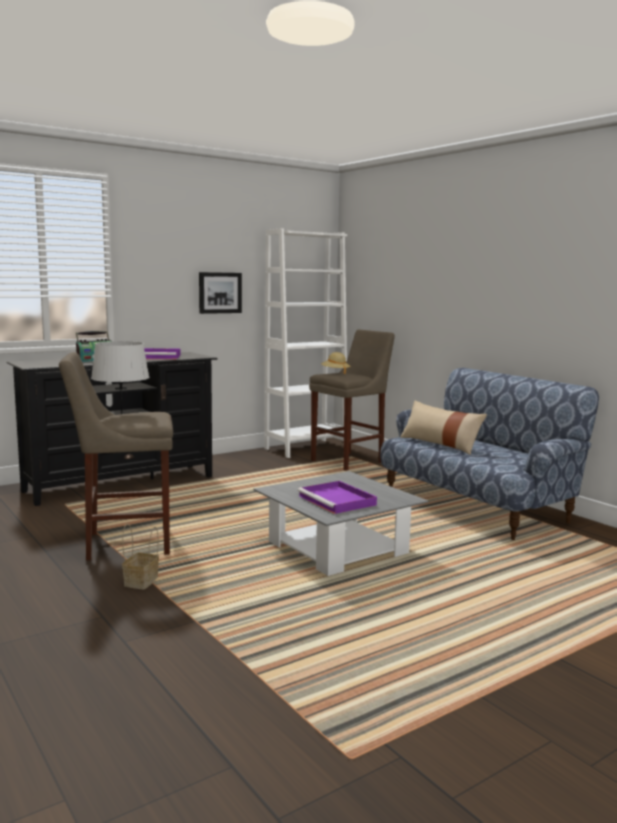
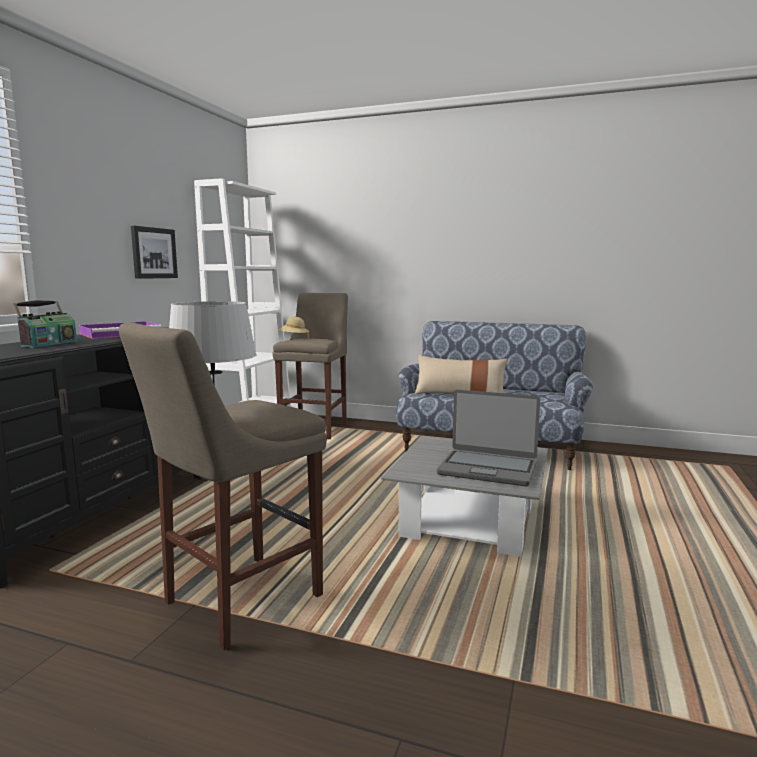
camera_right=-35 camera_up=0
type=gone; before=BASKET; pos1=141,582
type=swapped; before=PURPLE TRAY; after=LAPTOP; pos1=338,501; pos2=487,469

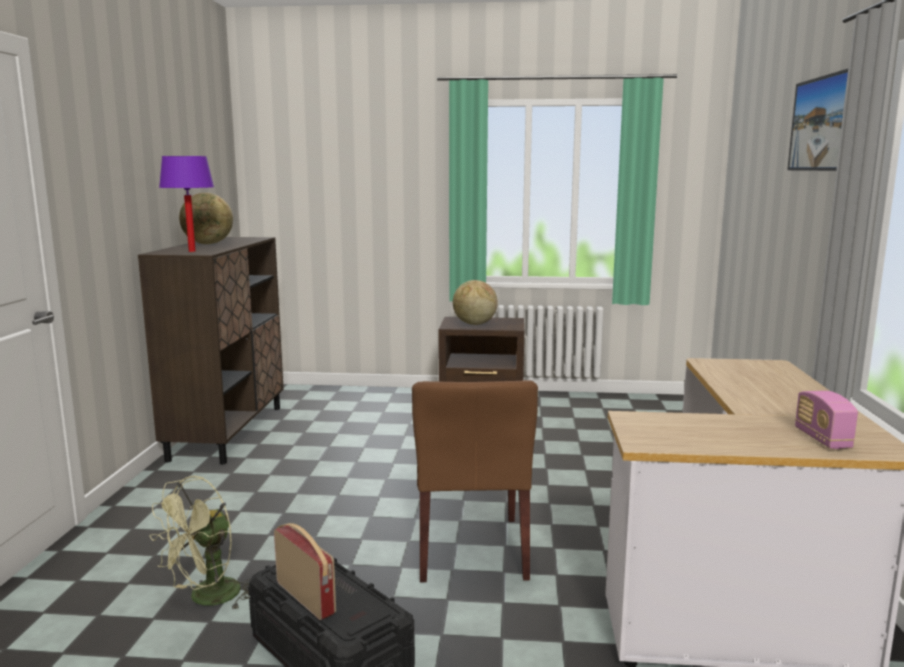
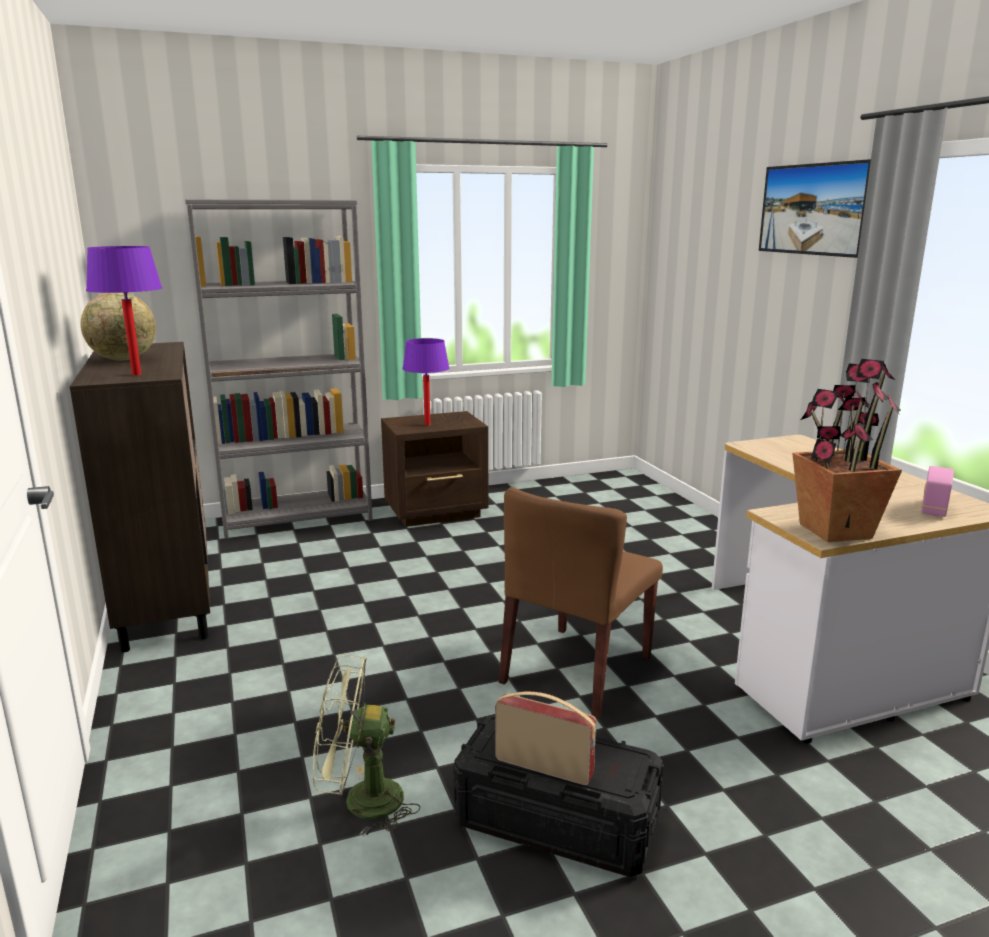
camera_right=-25 camera_up=5
type=rotated; before=GREEN FAN; pos1=207,599; pos2=360,802; turn=75
type=rotated; before=BROWN CHAIR; pos1=471,549; pos2=576,670; turn=60
type=swapped; before=GLOBE; after=PURPLE TABLE LAMP; pos1=474,324; pos2=427,424
type=rotated; before=RADIO; pos1=822,439; pos2=934,508; turn=60
type=new; after=GREY BOOKCASE; pos2=297,519
type=new; after=POTTED PLANT; pos2=834,530

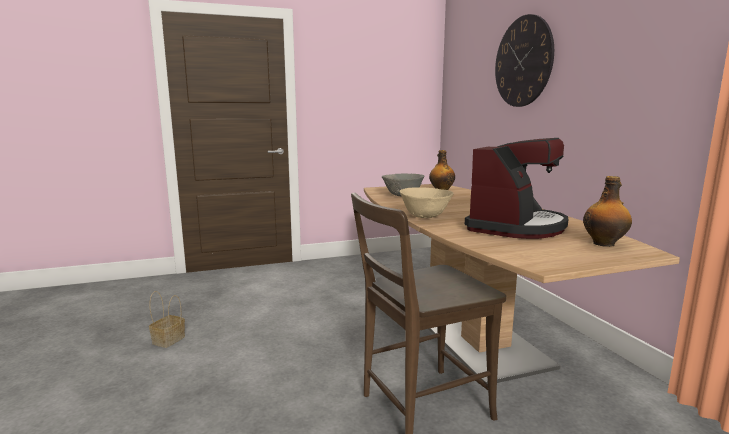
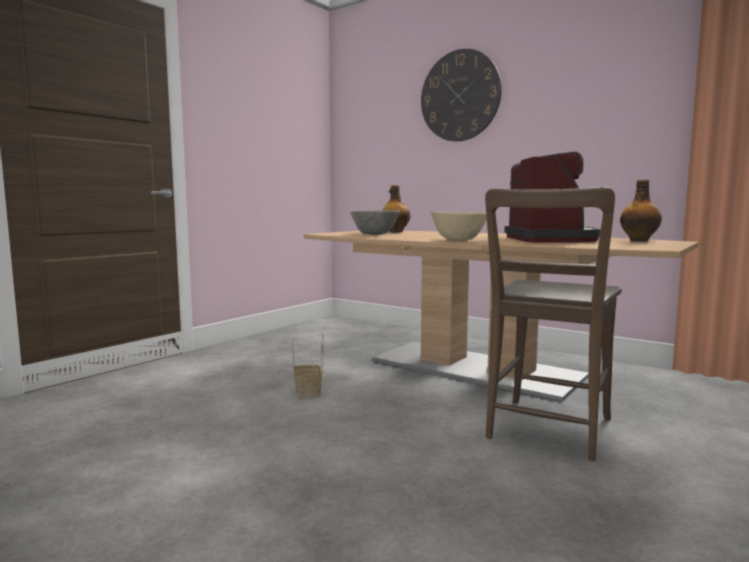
camera_right=-35 camera_up=-5
type=shifted; before=BASKET; pos1=168,340; pos2=308,393

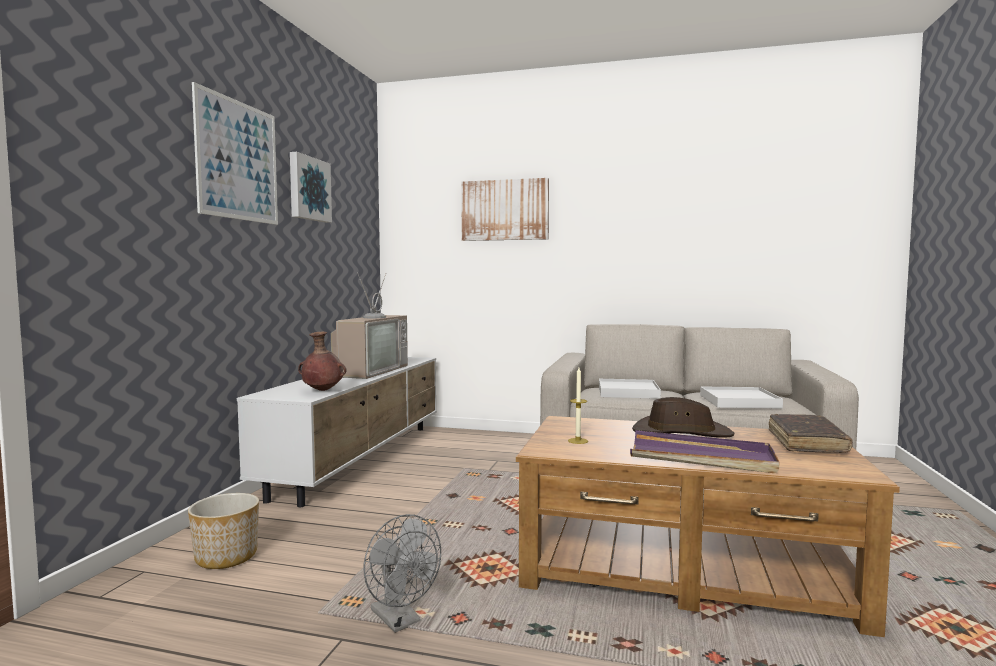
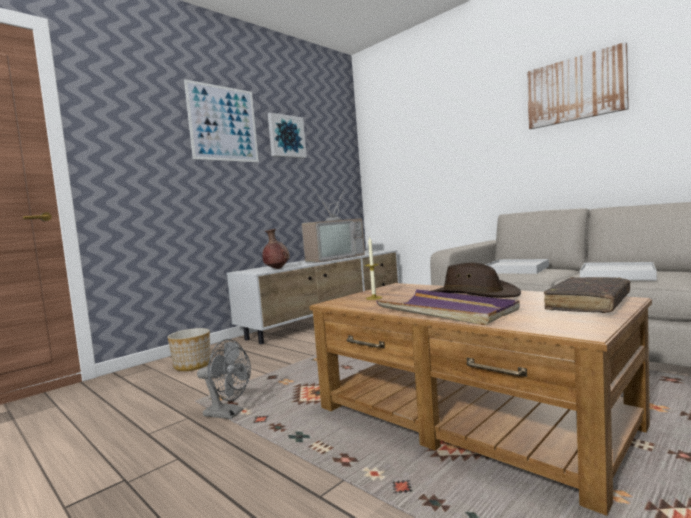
camera_right=30 camera_up=0
type=rotated; before=GREY FAN; pos1=400,621; pos2=229,414; turn=-60
type=shifted; before=PICTURE; pos1=505,210; pos2=575,89

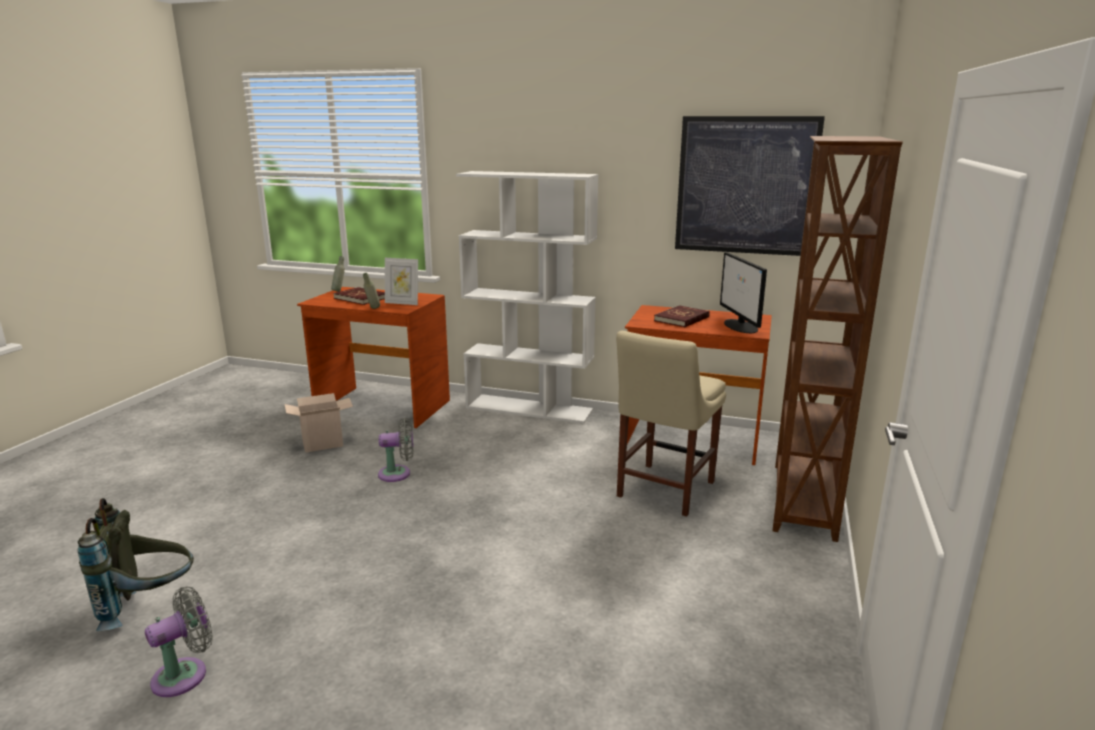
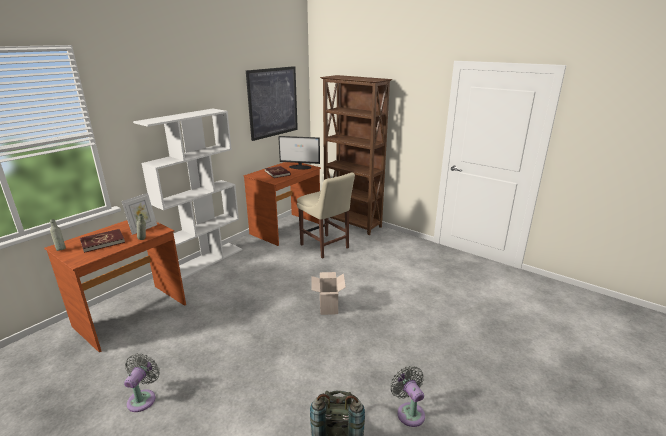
camera_right=-70 camera_up=5
type=shifted; before=CARDBOARD BOX; pos1=324,443; pos2=327,306
type=shifted; before=GREY FAN; pos1=398,474; pos2=143,398

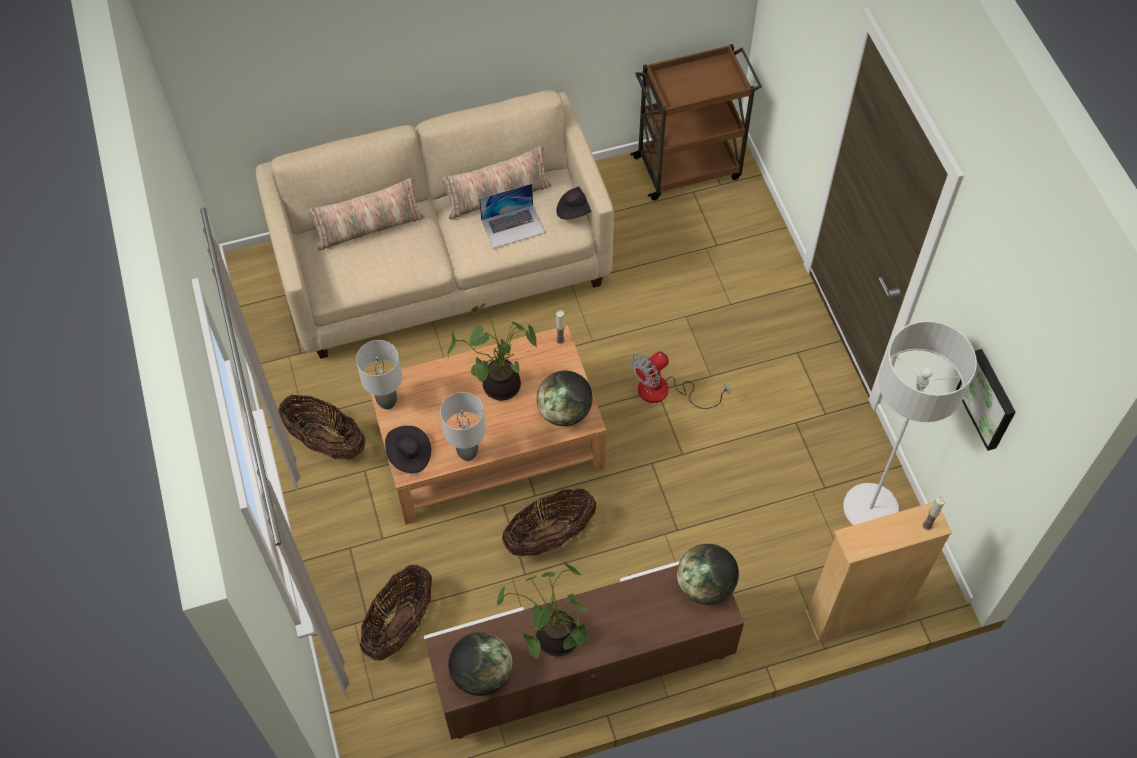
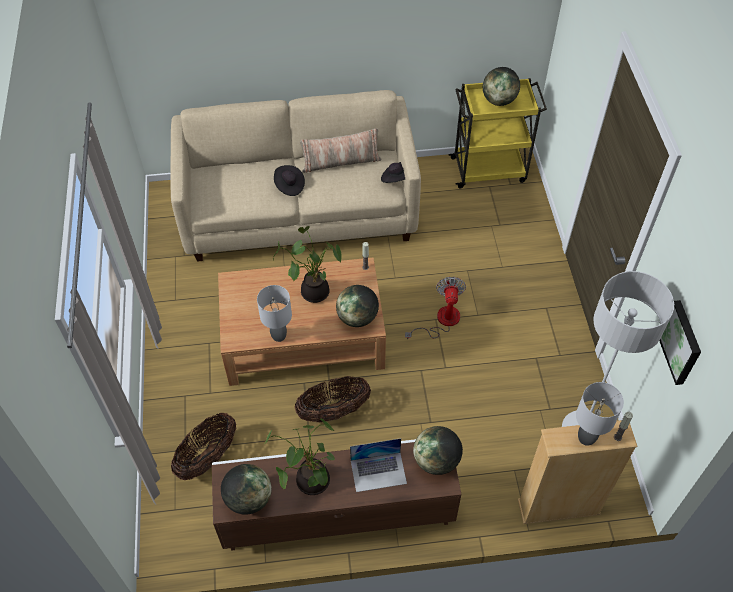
camera_right=10 camera_up=-5
type=gone; before=BASKET; pos1=326,441
type=gone; before=PILLOW; pos1=369,227
type=shifted; before=GREY TABLE LAMP; pos1=386,401; pos2=585,437
type=shifted; before=BLACK HAT; pos1=409,455; pos2=289,186
type=shifted; before=LAPTOP; pos1=513,226; pos2=378,471
type=repainted; before=BROWN CART; after=YELLOW CART; pos1=689,167; pos2=489,169
type=rotated; before=FAN; pos1=665,392; pos2=441,321; turn=120
type=new; after=GLOBE; pos2=499,100

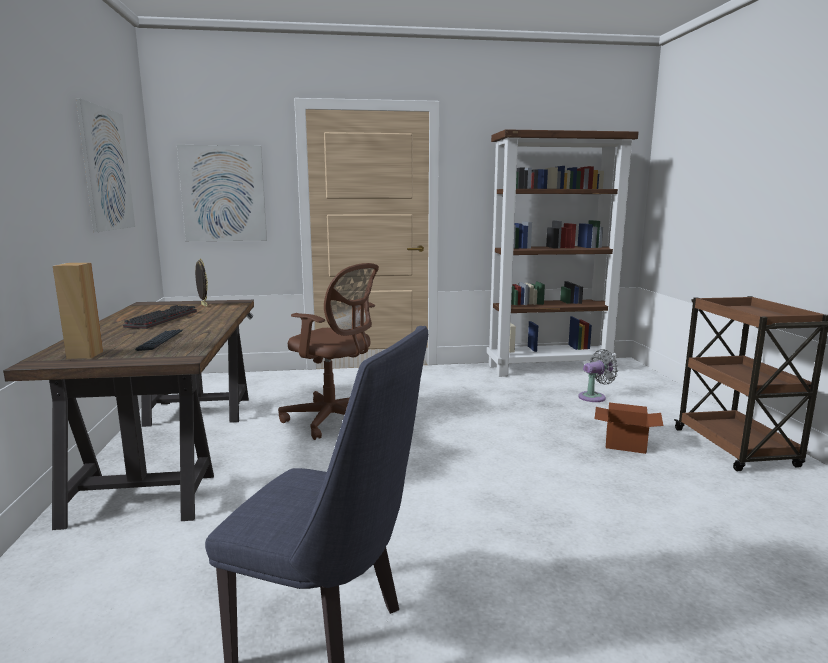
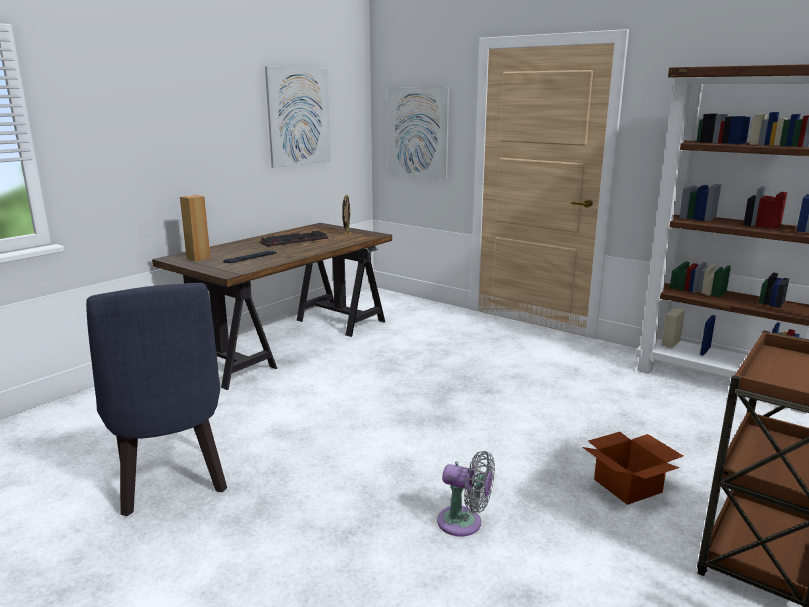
camera_right=45 camera_up=5
type=gone; before=BROWN OFFICE CHAIR; pos1=334,420
type=shifted; before=GREY FAN; pos1=594,397; pos2=464,523

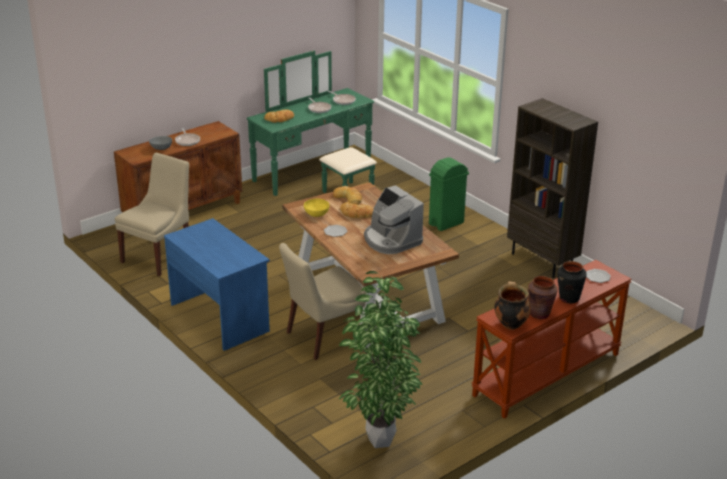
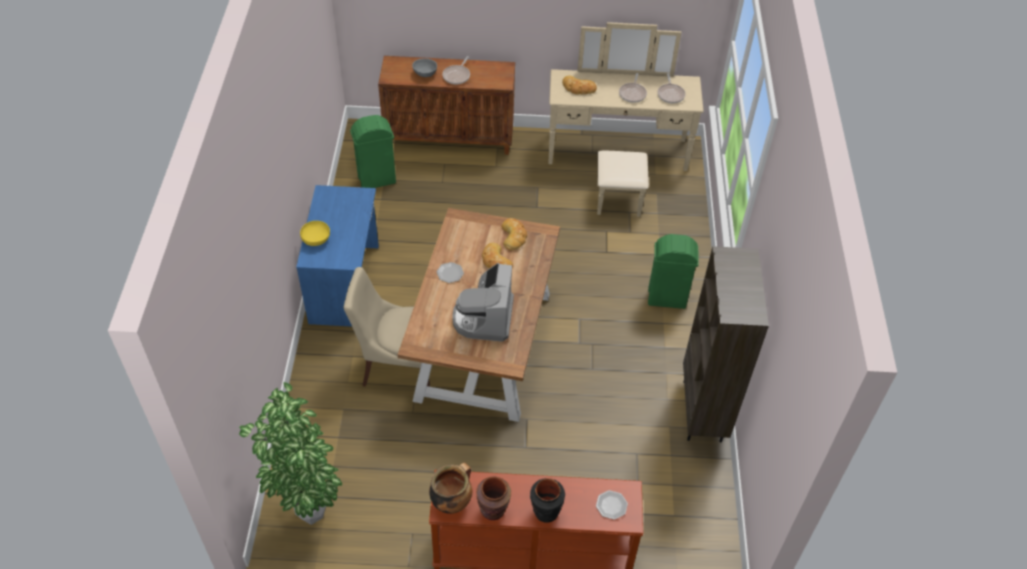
camera_right=40 camera_up=20
type=swapped; before=BEIGE CHAIR; after=GREEN TRASH CAN; pos1=160,255; pos2=377,180
type=repainted; before=GREEN DRESSER; after=BEIGE DRESSER; pos1=320,176; pos2=618,162
type=shifted; before=YELLOW BOWL; pos1=316,214; pos2=316,239

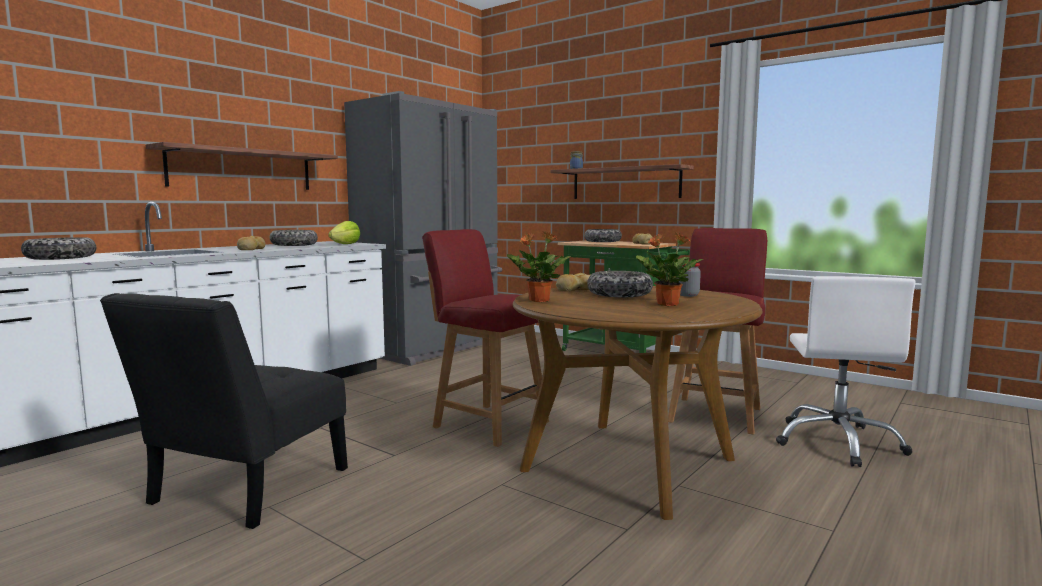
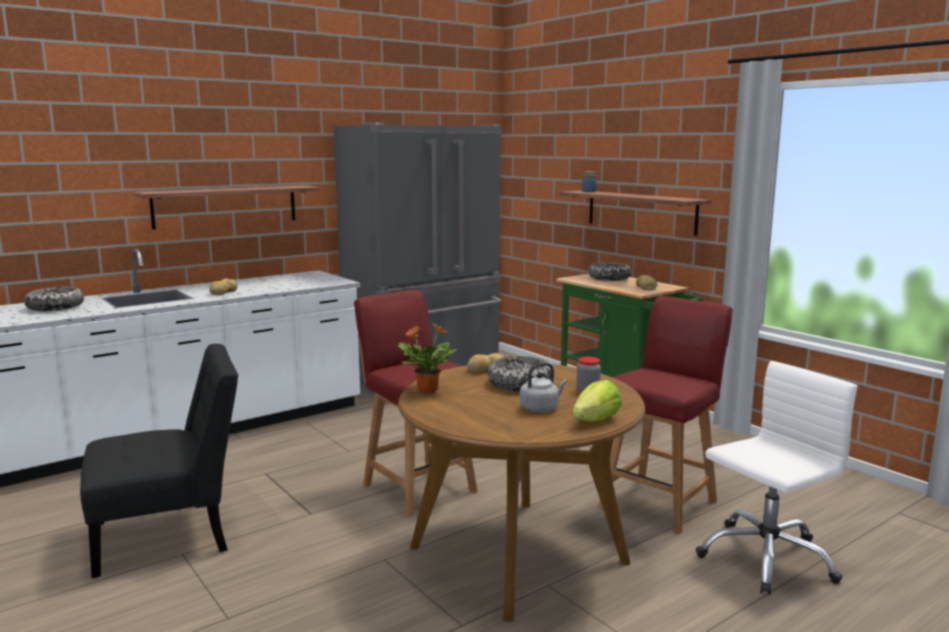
camera_right=15 camera_up=5
type=rotated; before=BLACK CHAIR; pos1=243,490; pos2=170,535; turn=-150
type=gone; before=BOWL; pos1=294,245
type=shifted; before=LETTUCE; pos1=345,244; pos2=596,420
type=swapped; before=POTTED PLANT; after=GREY KETTLE; pos1=666,304; pos2=541,408
type=rotated; before=WHITE OFFICE CHAIR; pos1=838,442; pos2=766,557; turn=-150

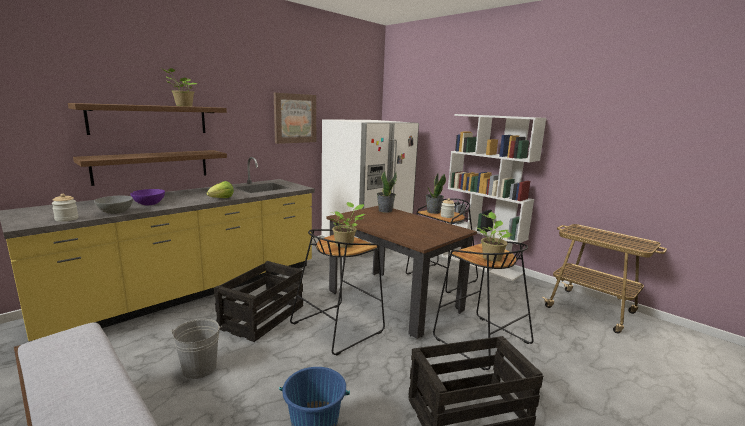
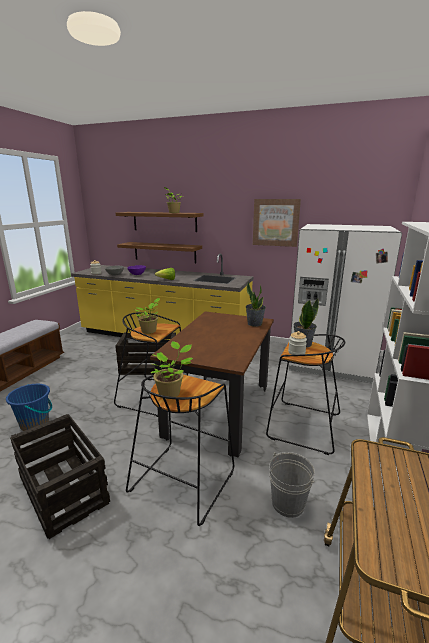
camera_right=65 camera_up=5
type=shifted; before=GREY BUCKET; pos1=200,368; pos2=288,503

